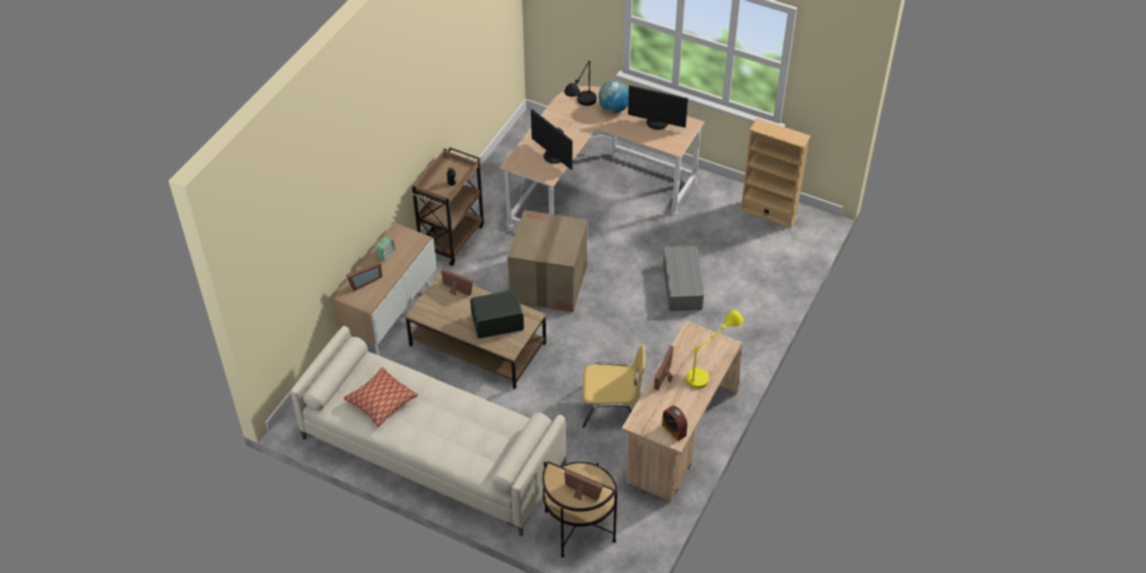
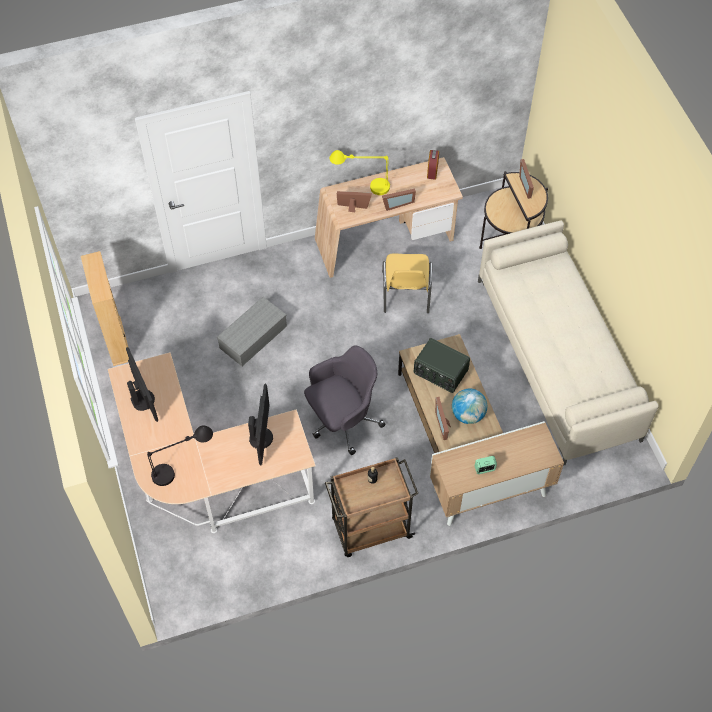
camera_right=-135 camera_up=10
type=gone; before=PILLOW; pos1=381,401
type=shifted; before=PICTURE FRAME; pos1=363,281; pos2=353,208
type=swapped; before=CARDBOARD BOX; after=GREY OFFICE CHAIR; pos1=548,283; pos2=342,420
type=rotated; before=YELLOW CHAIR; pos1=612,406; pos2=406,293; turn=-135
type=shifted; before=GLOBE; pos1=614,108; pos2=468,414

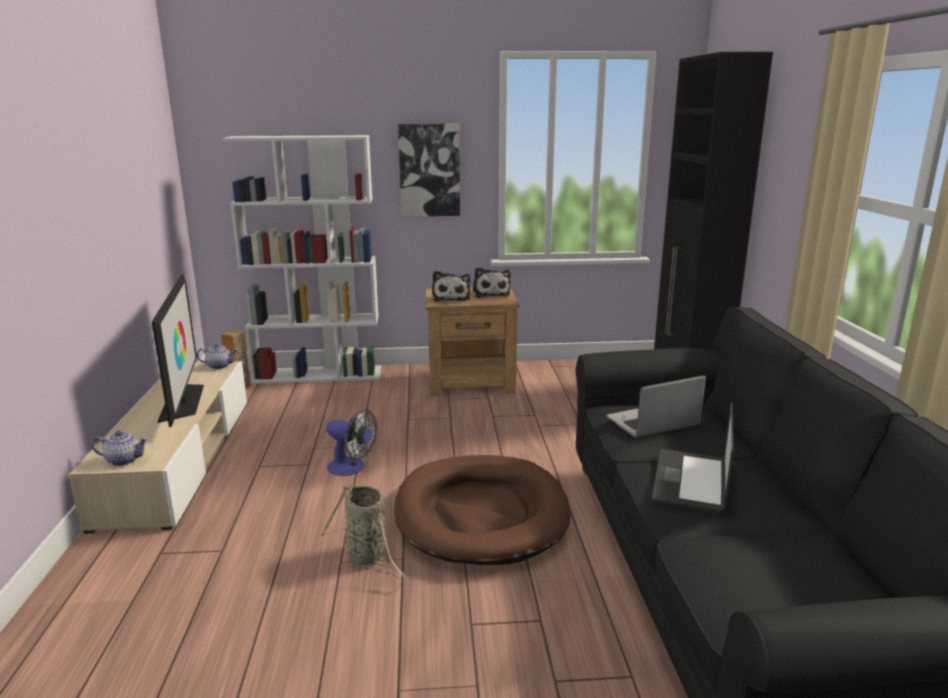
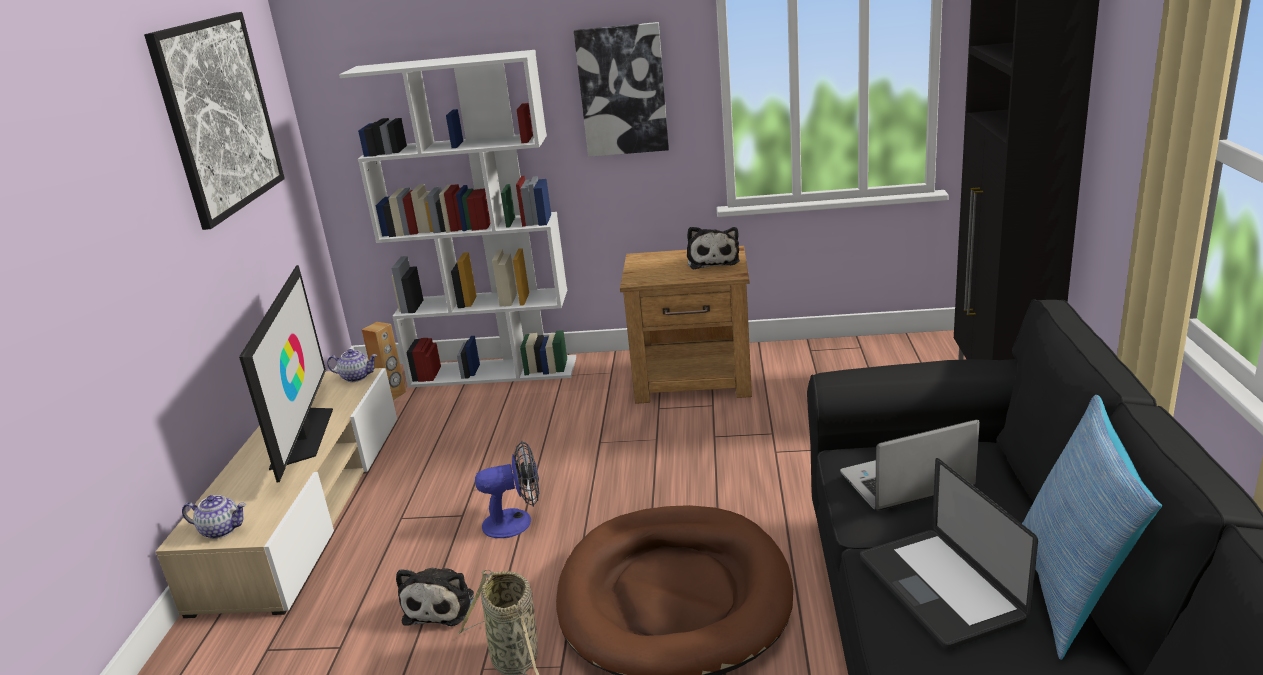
camera_right=10 camera_up=5
type=rotated; before=FAN; pos1=352,468; pos2=516,522; turn=-45
type=shifted; before=PLUSH TOY; pos1=451,298; pos2=441,605
type=rotated; before=LAPTOP; pos1=690,482; pos2=939,589; turn=-45
type=new; after=PICTURE; pos2=219,116
type=new; after=PILLOW; pos2=1072,592

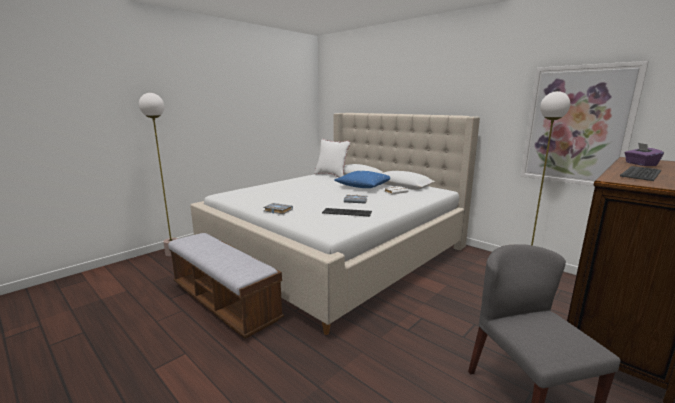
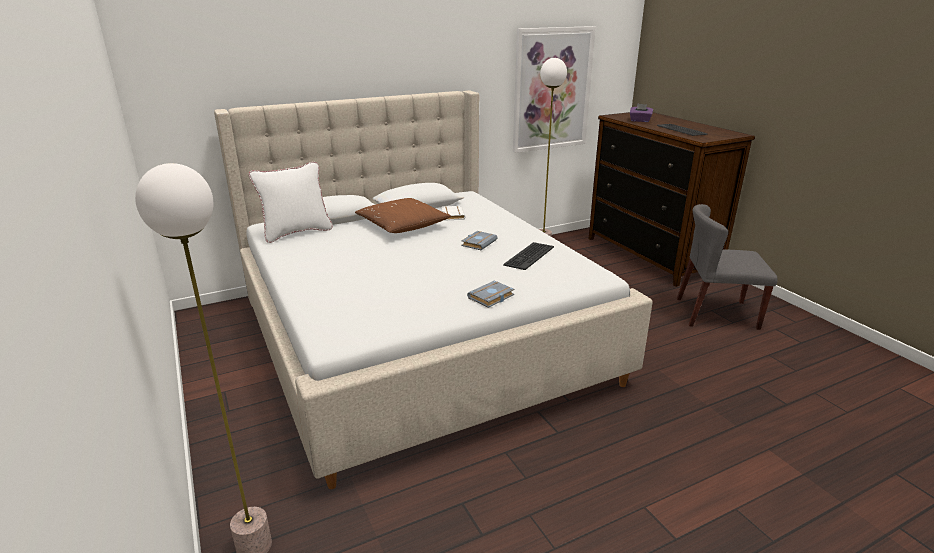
camera_right=-70 camera_up=10
type=gone; before=BENCH; pos1=224,302
type=repainted; before=BLUE PILLOW; after=BROWN PILLOW; pos1=364,186; pos2=403,225

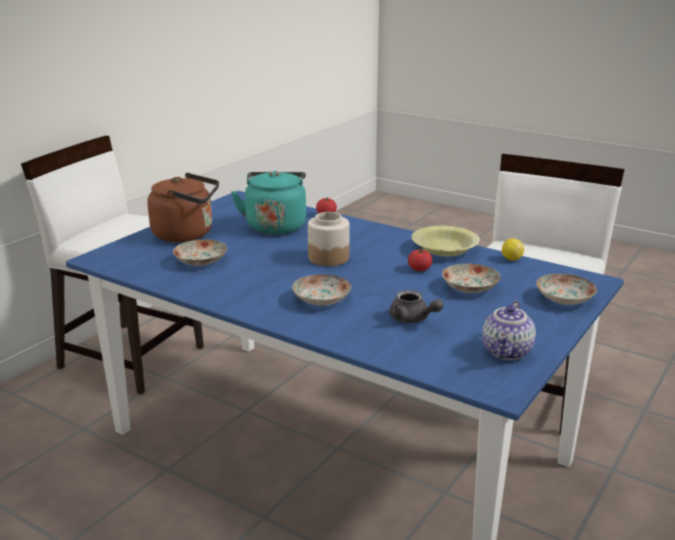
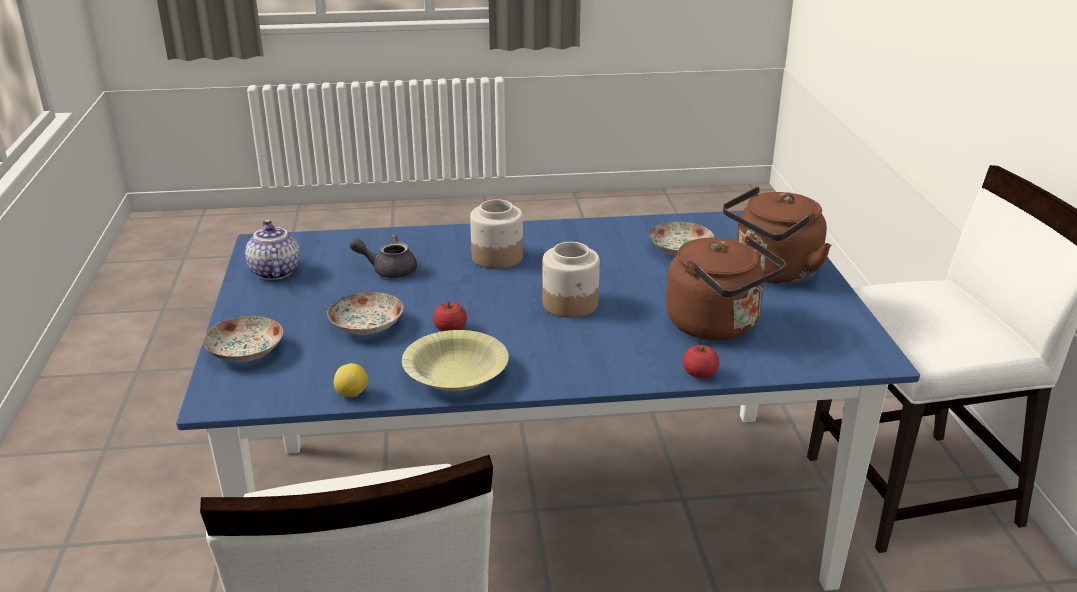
camera_right=140 camera_up=5
type=repainted; before=TURQUOISE KETTLE; after=BROWN KETTLE; pos1=275,225; pos2=718,326
type=swapped; before=PLATE; after=JAR; pos1=322,300; pos2=496,257

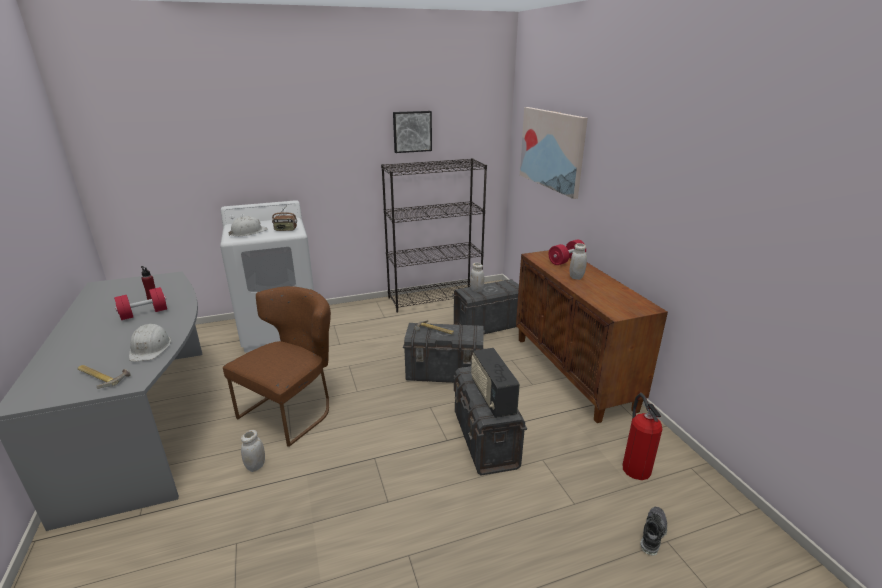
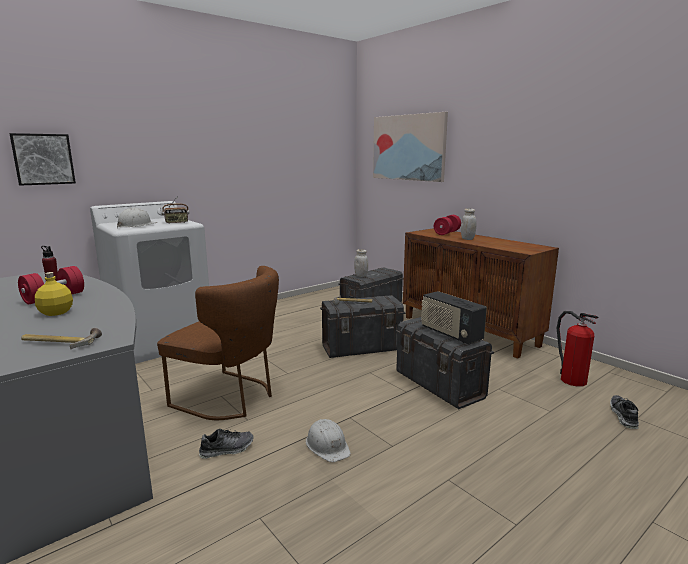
camera_right=-20 camera_up=-10
type=shifted; before=WHITE HARD HAT; pos1=150,348; pos2=327,446
type=rotated; before=BROWN CHAIR; pos1=293,409; pos2=230,398; turn=105
type=swapped; before=WHITE JAR; after=SHOE; pos1=256,466; pos2=227,449
type=gone; before=BLACK BOOKCASE; pos1=435,298
type=shifted; before=PICTURE; pos1=412,131; pos2=43,159
type=new; after=YELLOW BOTTLE; pos2=56,313

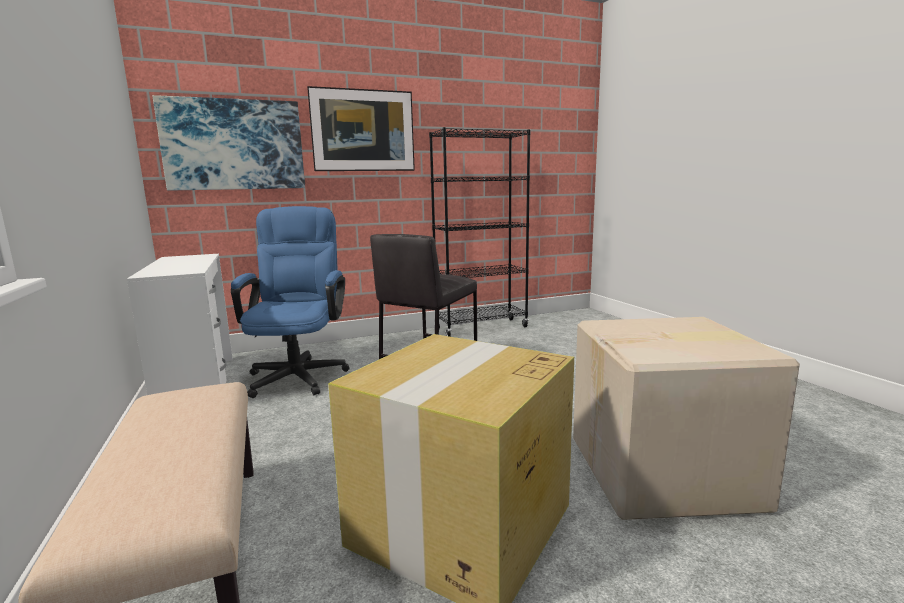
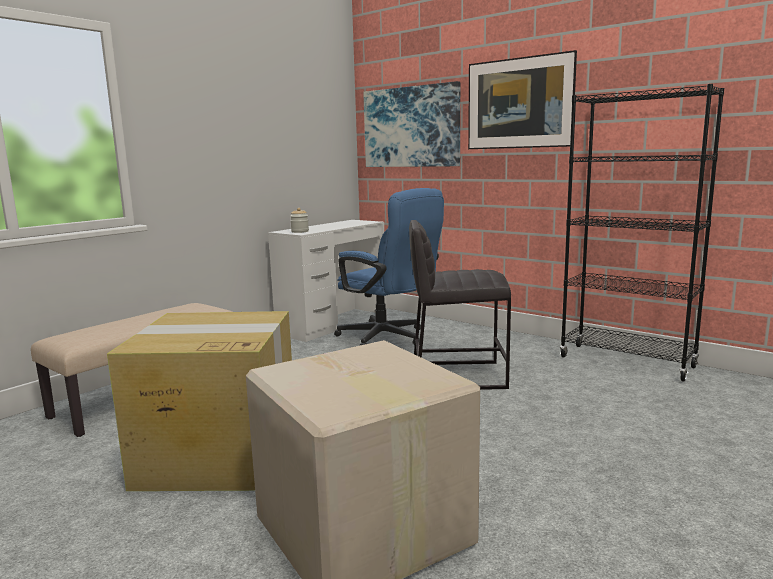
camera_right=60 camera_up=0
type=rotated; before=BLUE OFFICE CHAIR; pos1=299,374; pos2=389,338; turn=75
type=new; after=JAR; pos2=300,231

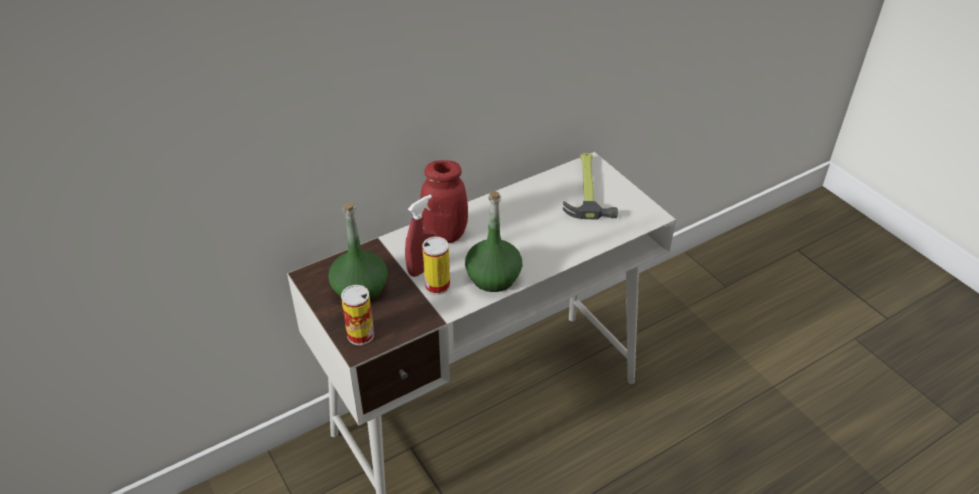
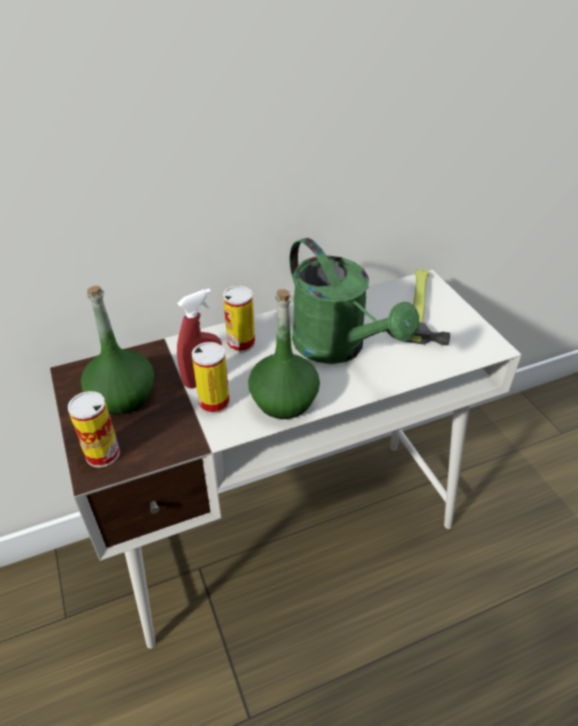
camera_right=10 camera_up=0
type=swapped; before=RED JAR; after=CAN; pos1=445,234; pos2=241,343
type=new; after=GREEN WATERING CAN; pos2=338,348

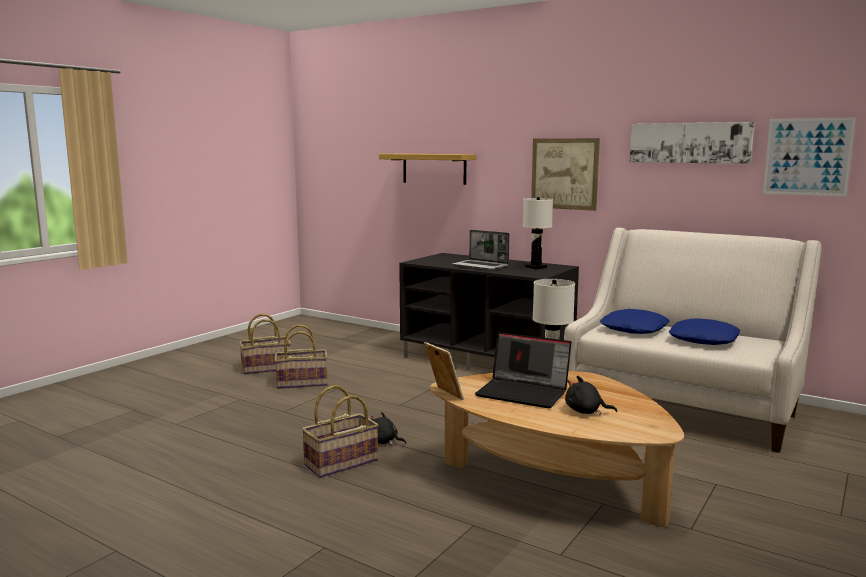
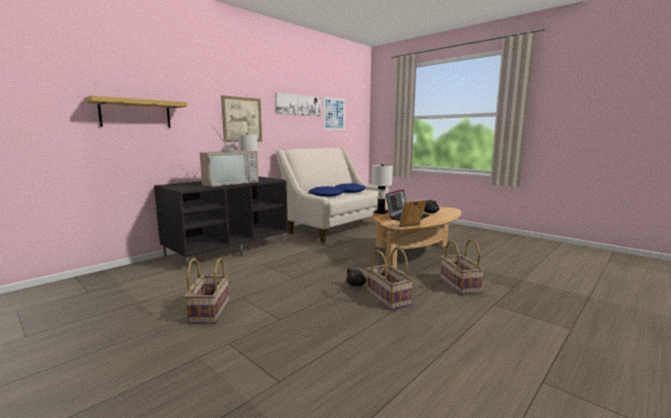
camera_right=-80 camera_up=0
type=shifted; before=BASKET; pos1=266,368; pos2=458,285
type=swapped; before=LAPTOP; after=TELEVISION; pos1=481,266; pos2=229,183

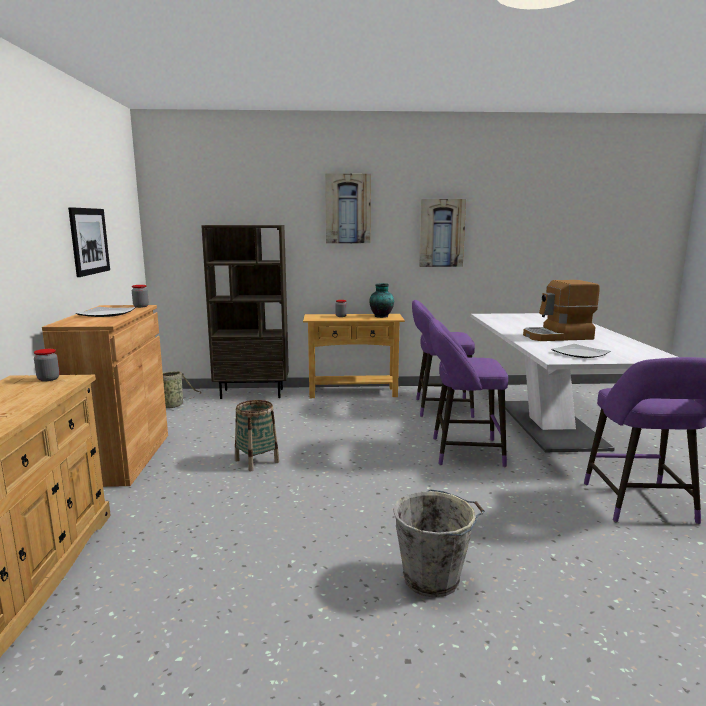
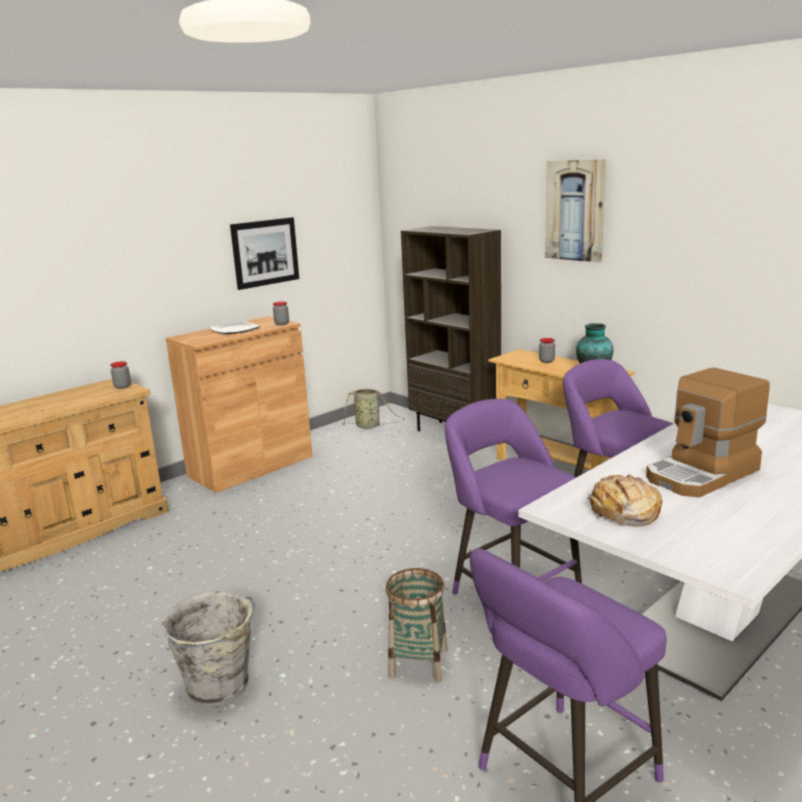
camera_right=50 camera_up=5
type=shifted; before=BASKET; pos1=257,461; pos2=418,663
type=gone; before=PICTURE; pos1=441,233
type=rotated; before=COFFEE MACHINE; pos1=557,337; pos2=702,474; turn=-75
type=swapped; before=PLATE; after=BREAD; pos1=580,353; pos2=623,512

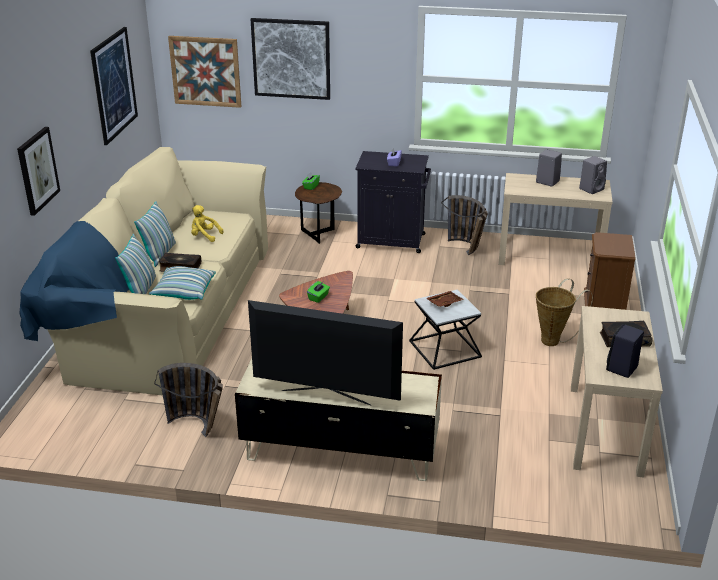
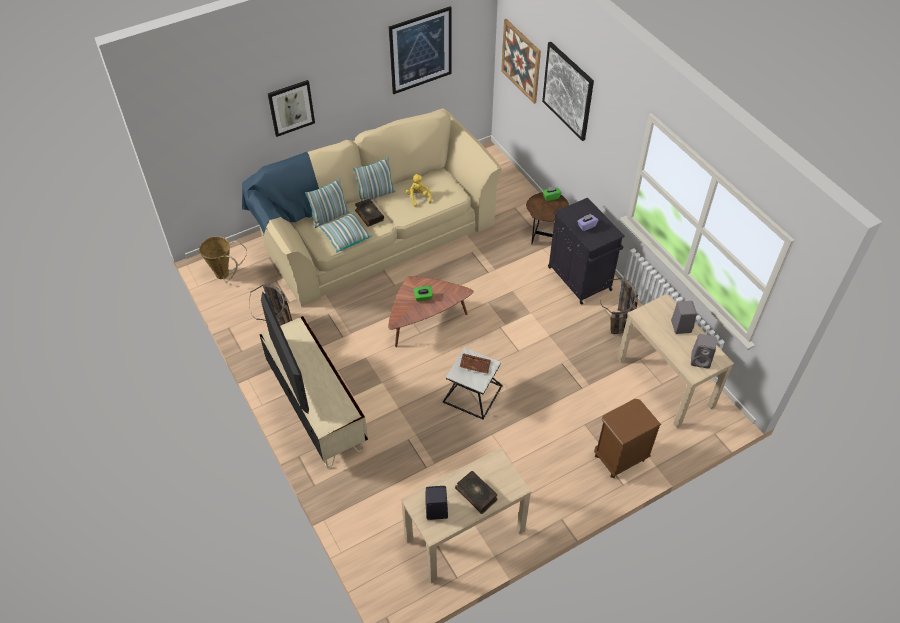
camera_right=50 camera_up=20
type=shifted; before=BASKET; pos1=553,340; pos2=225,275

